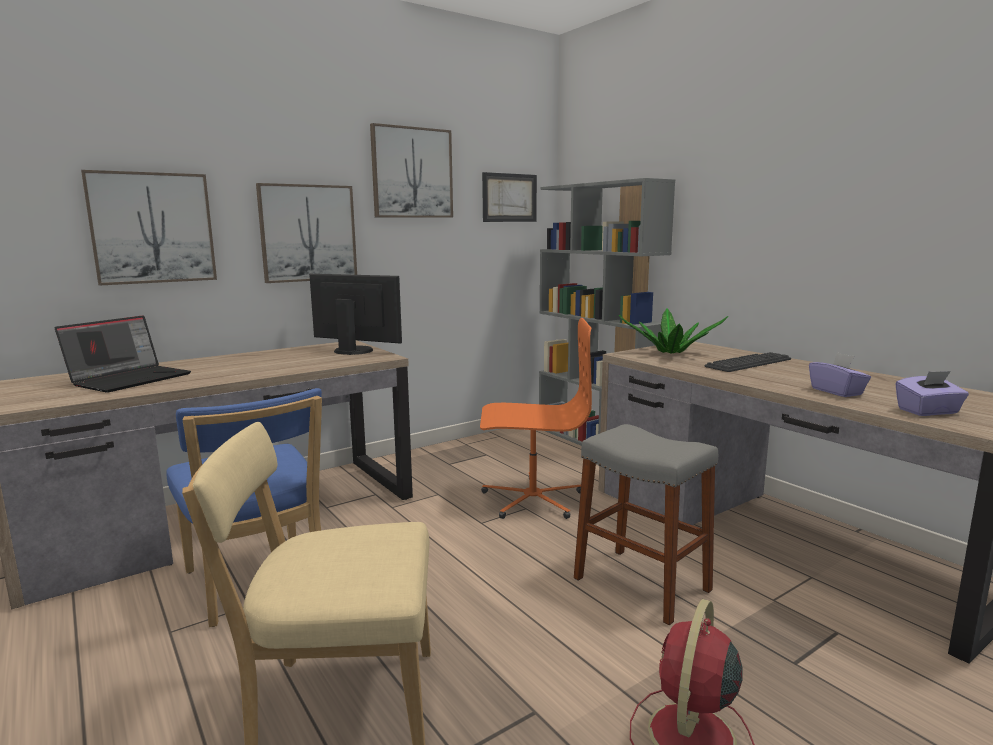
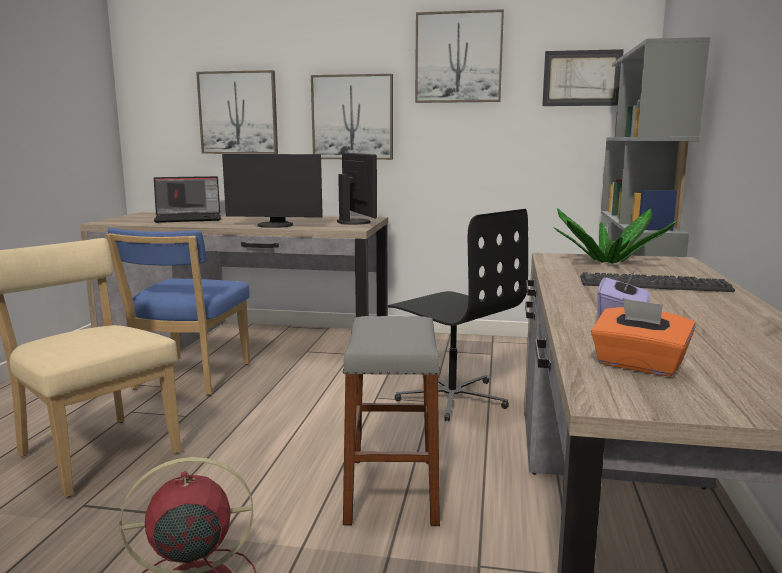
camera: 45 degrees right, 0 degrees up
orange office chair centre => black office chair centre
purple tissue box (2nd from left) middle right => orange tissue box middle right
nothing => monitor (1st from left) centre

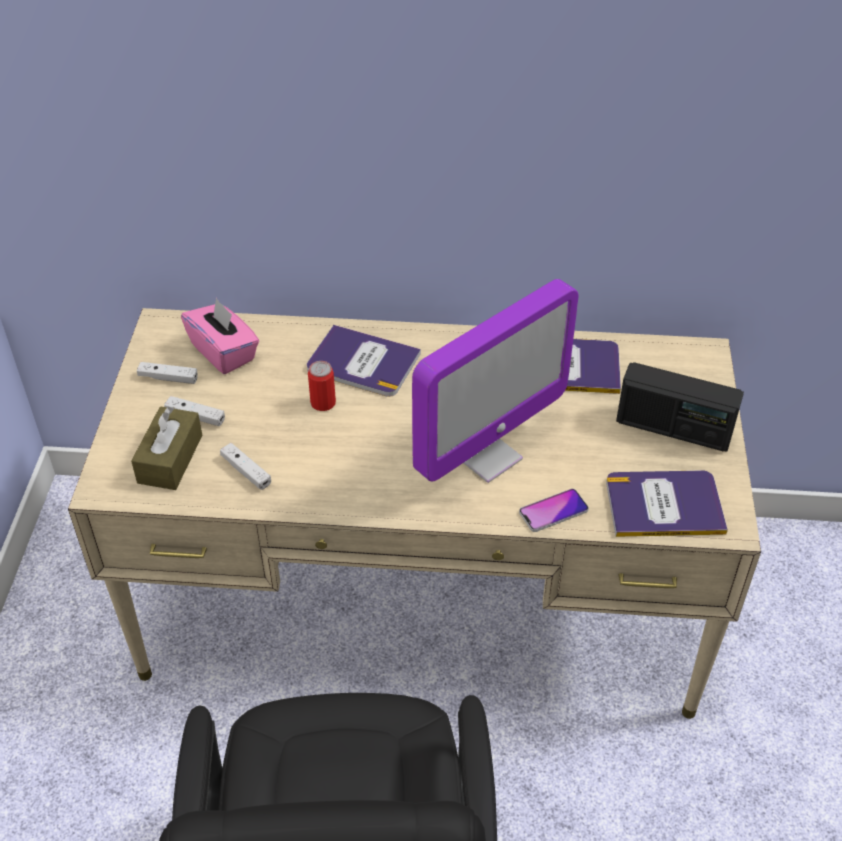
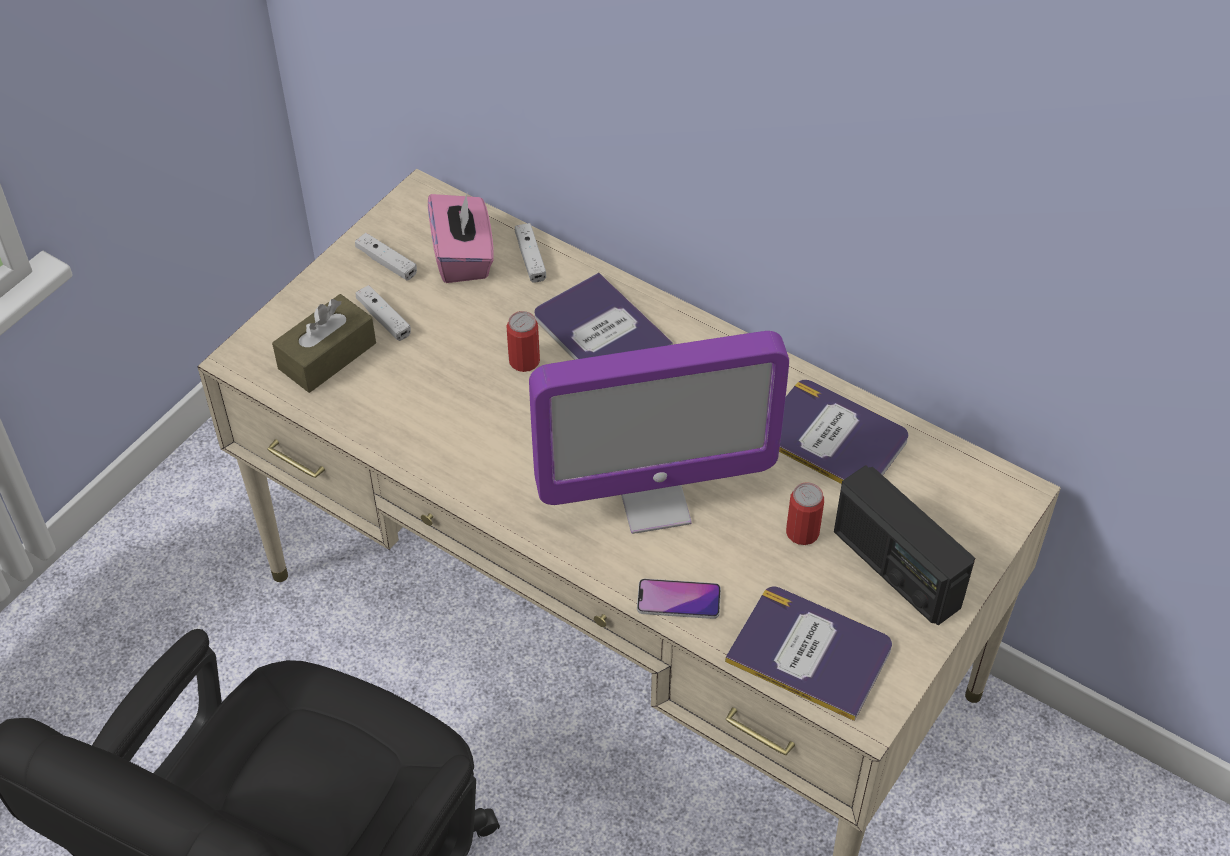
camera: 30 degrees right, 5 degrees up
white game controller (3rd from left) middle left => white game controller (3rd from left) top centre, moved
nothing => can (2nd from left) centre

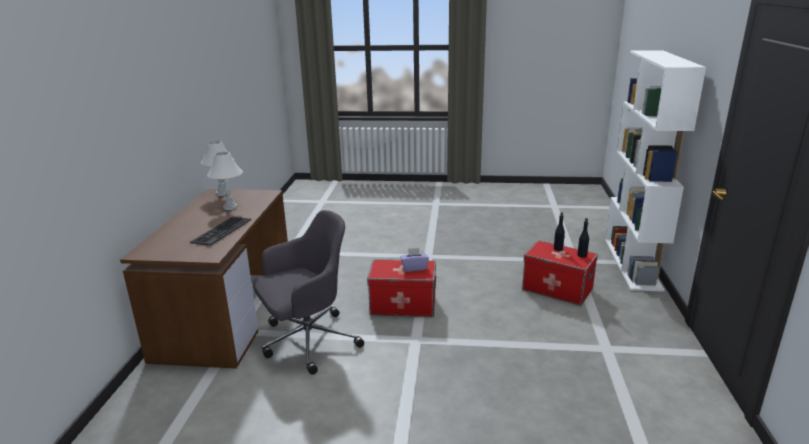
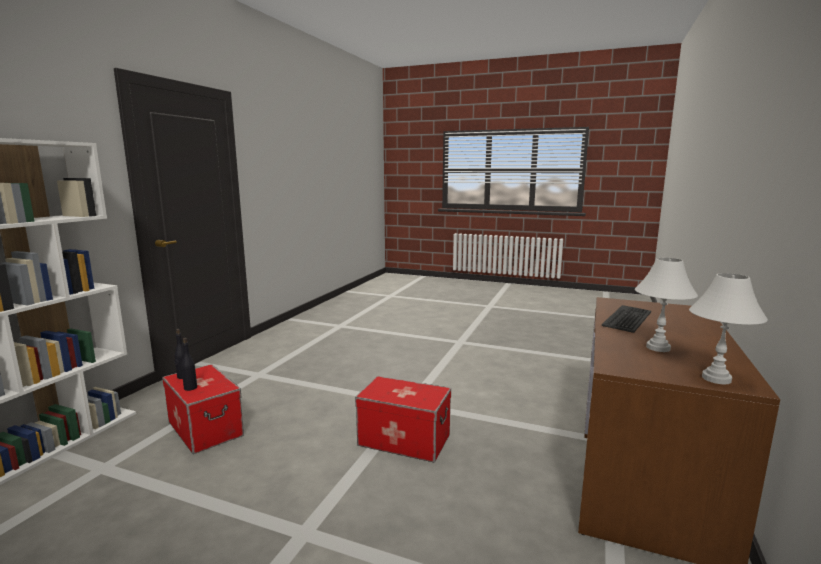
camera: 165 degrees left, 10 degrees down
grey office chair centre => nothing
purple tissue box centre => nothing

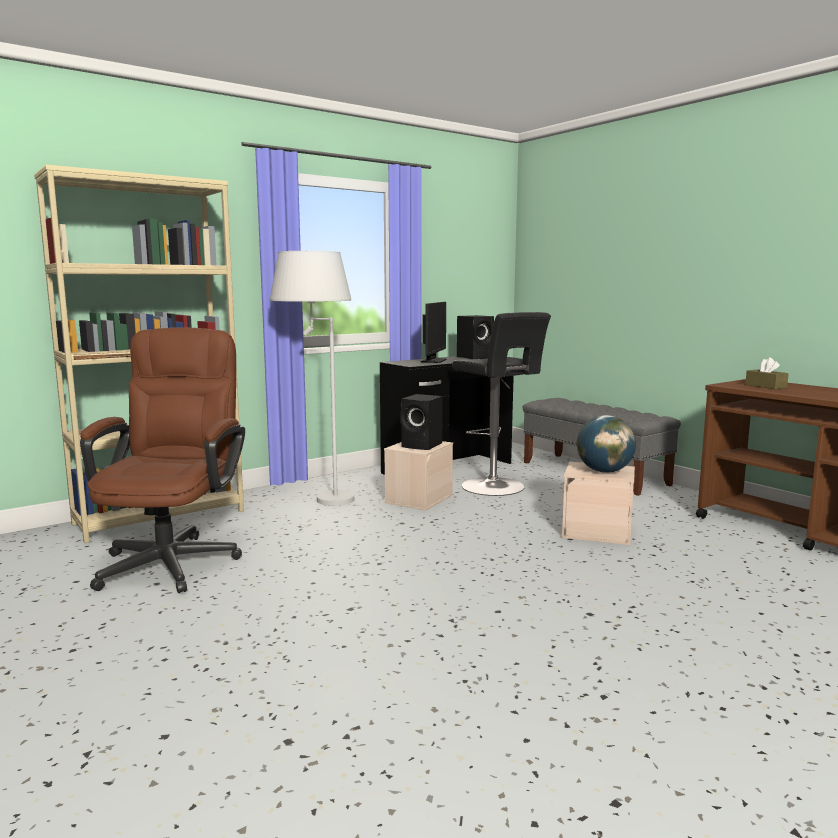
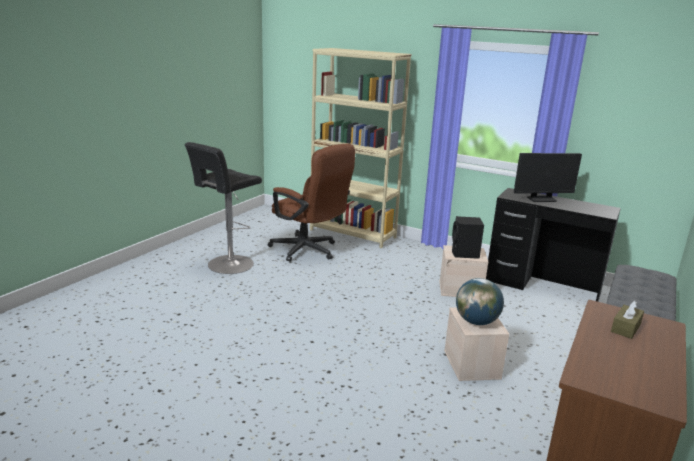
camera: 65 degrees right, 10 degrees up
brown office chair middle left => brown office chair centre, 60 degrees clockwise
white floor lamp centre => nothing
black stool centre => black stool middle left, moved
black speaker (2nd from left) centre => nothing

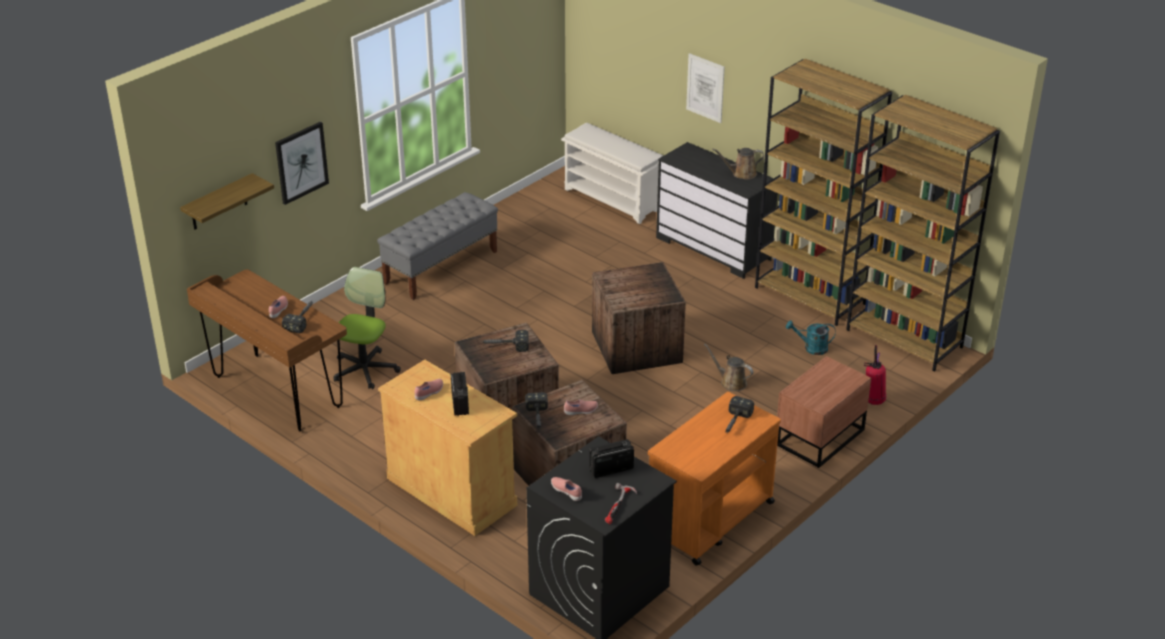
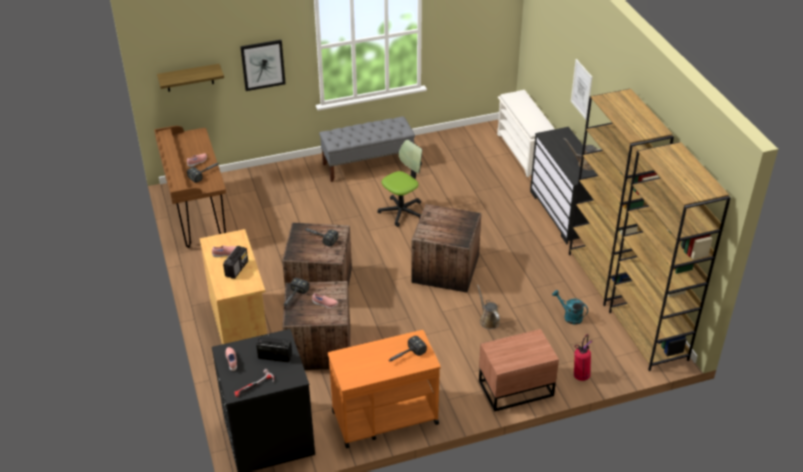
camera: 30 degrees right, 5 degrees up
office chair middle left => office chair centre, moved

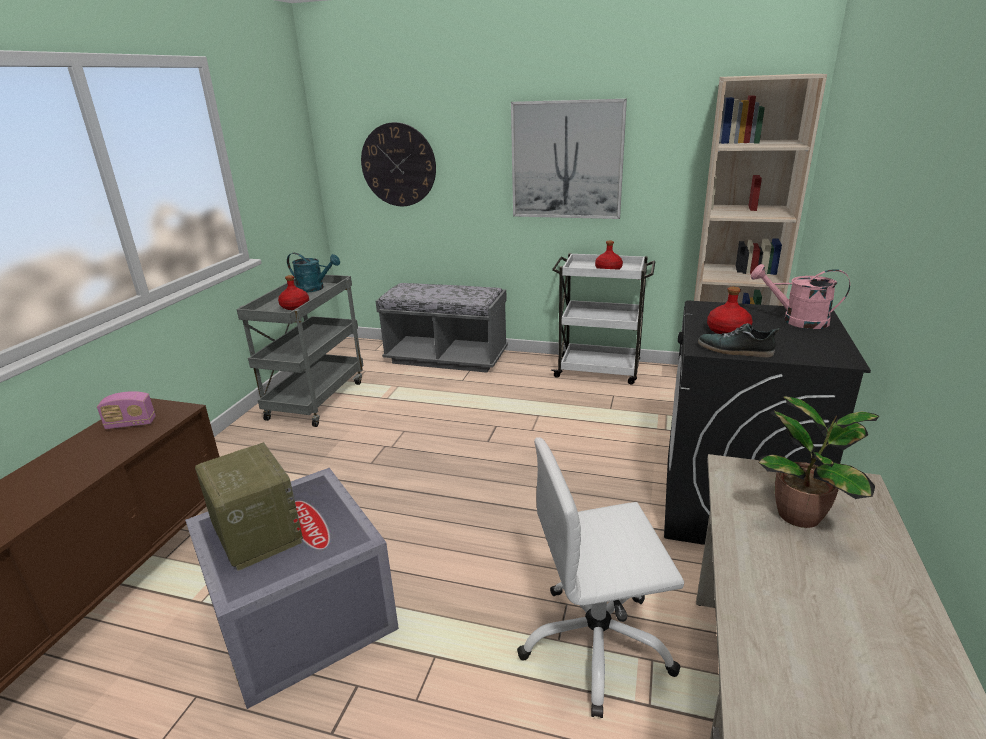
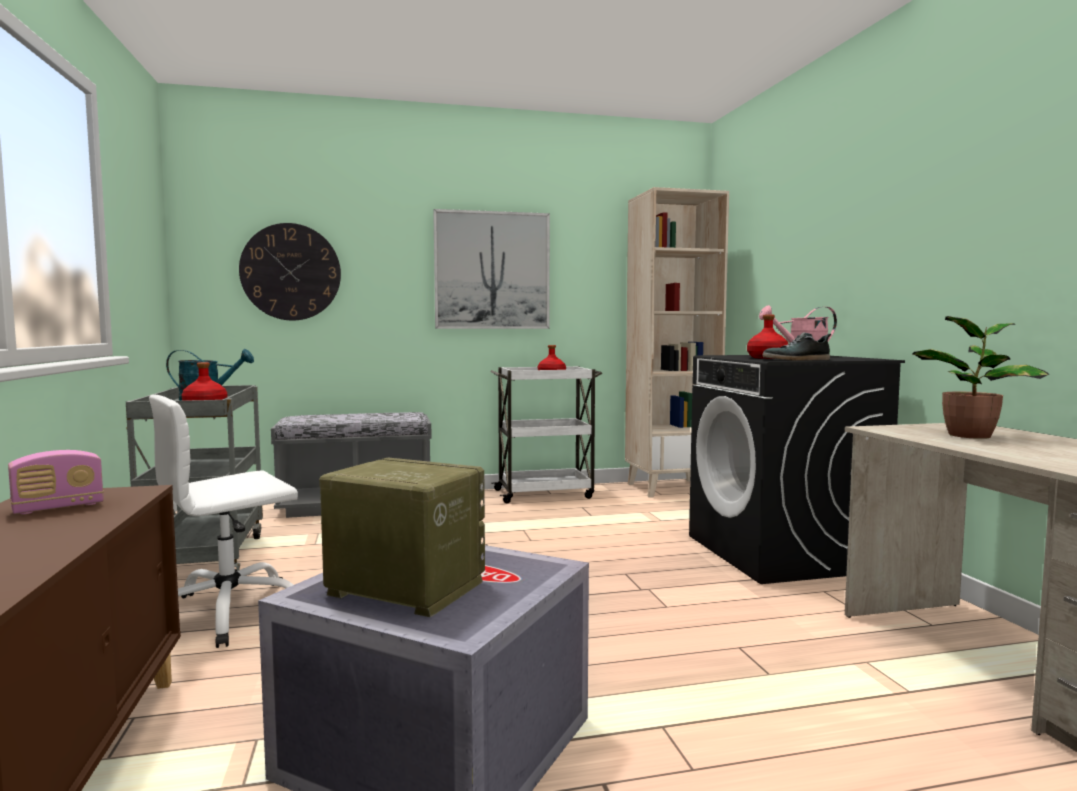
camera: 30 degrees left, 20 degrees down
white office chair bottom centre => white office chair middle left, moved

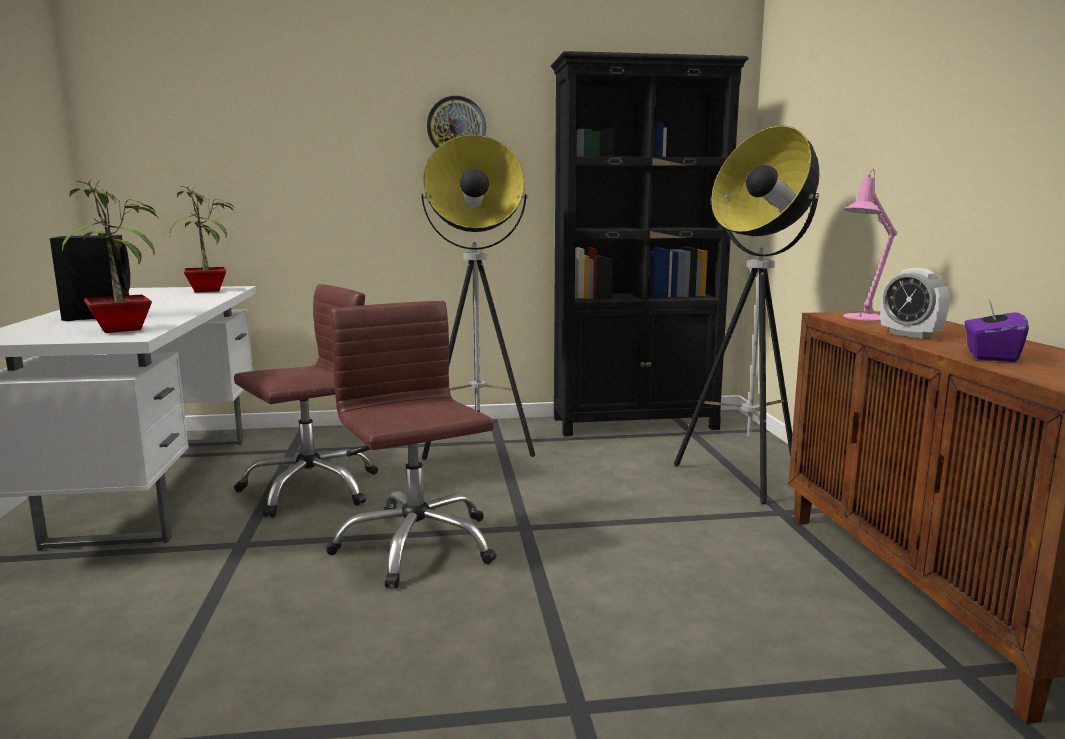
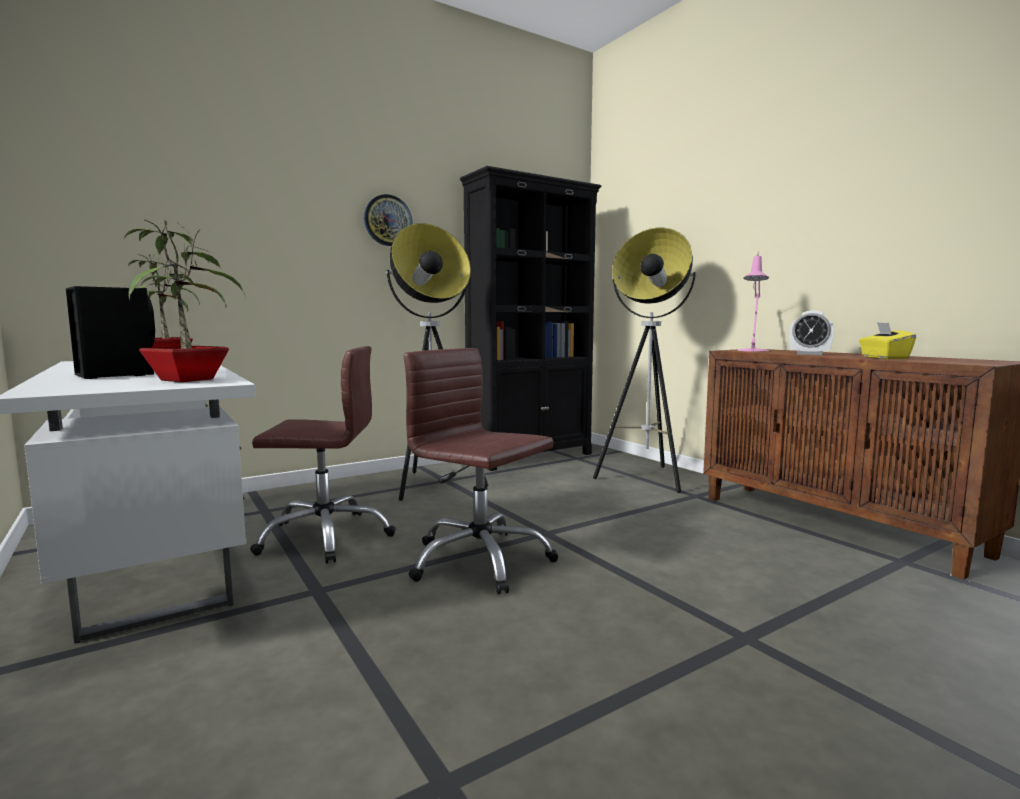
camera: 25 degrees left, 5 degrees down
brown office chair (1st from left) middle left, 60 degrees clockwise
purple tissue box middle right => yellow tissue box middle right

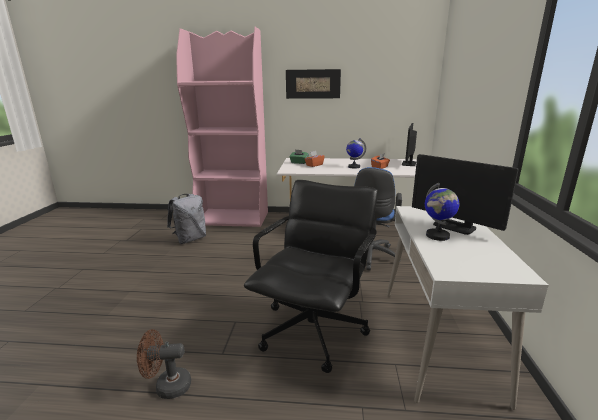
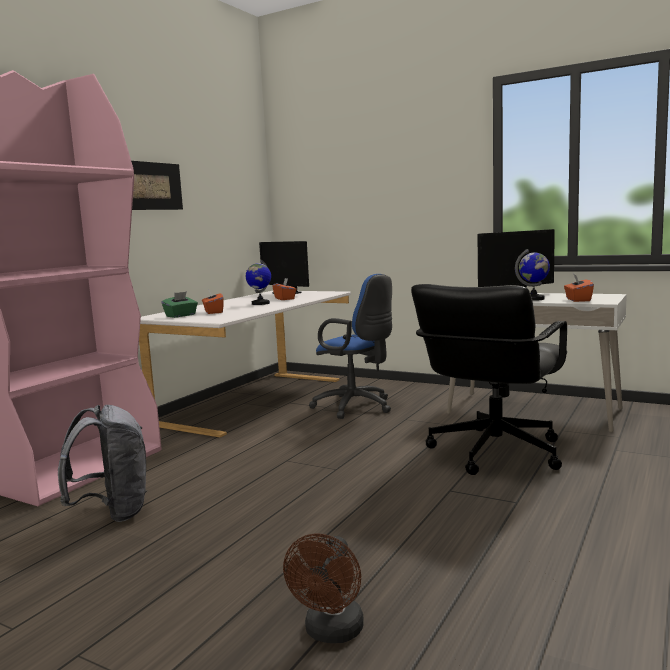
camera: 65 degrees left, 10 degrees down
brown fan bottom left => brown fan bottom centre, moved
black office chair centre => black office chair middle right, 105 degrees counterclockwise
nothing => orange tissue box (3rd from left) middle right

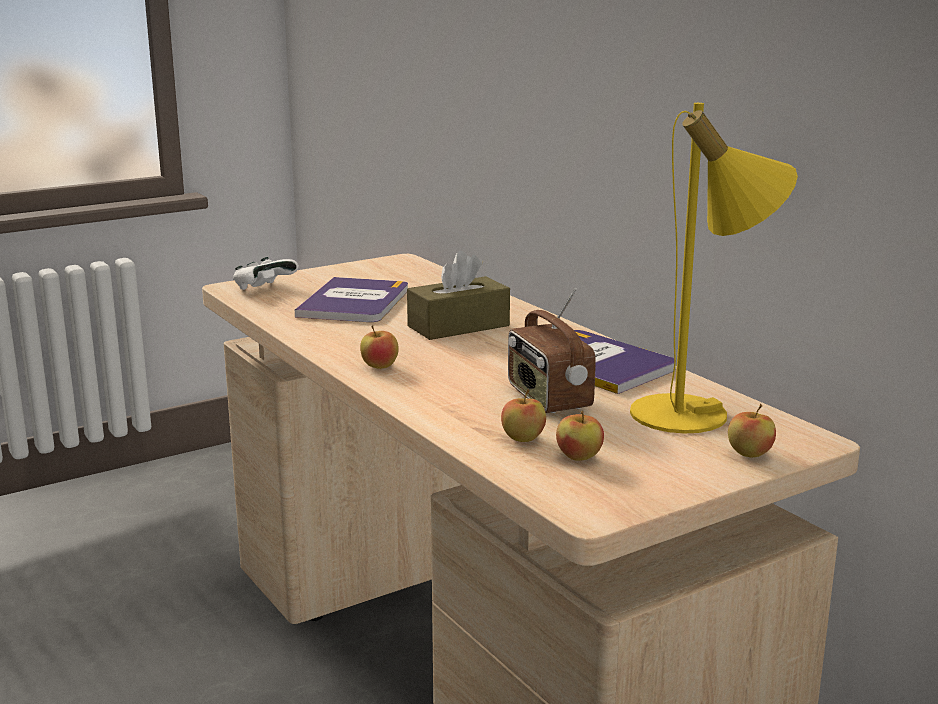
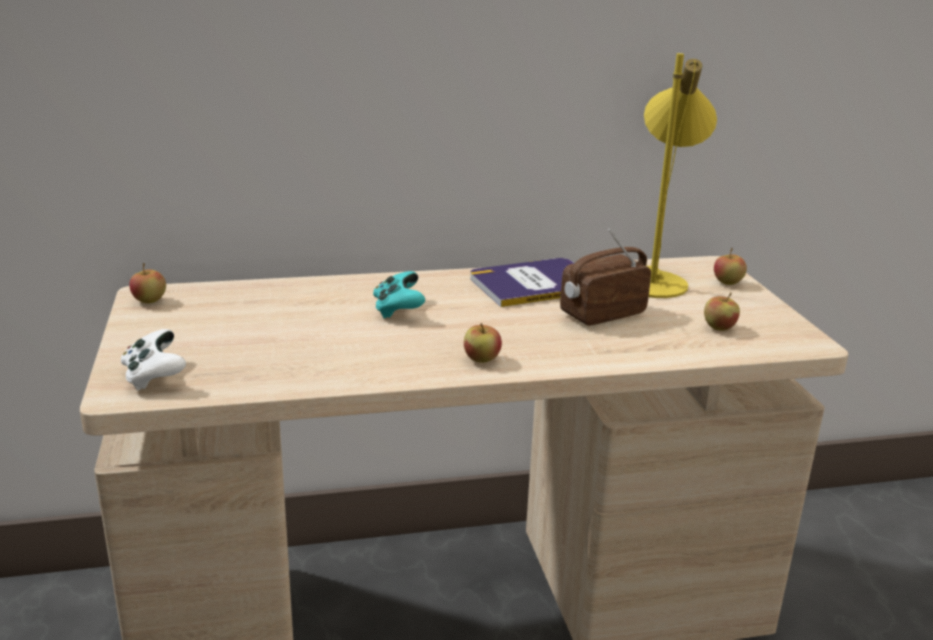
camera: 70 degrees left, 5 degrees up
book (1st from left) centre => nothing
brown tissue box centre => turquoise game controller centre
apple (2nd from left in the first image) centre => apple (1st from left) middle left, moved
radio centre, 150 degrees clockwise

